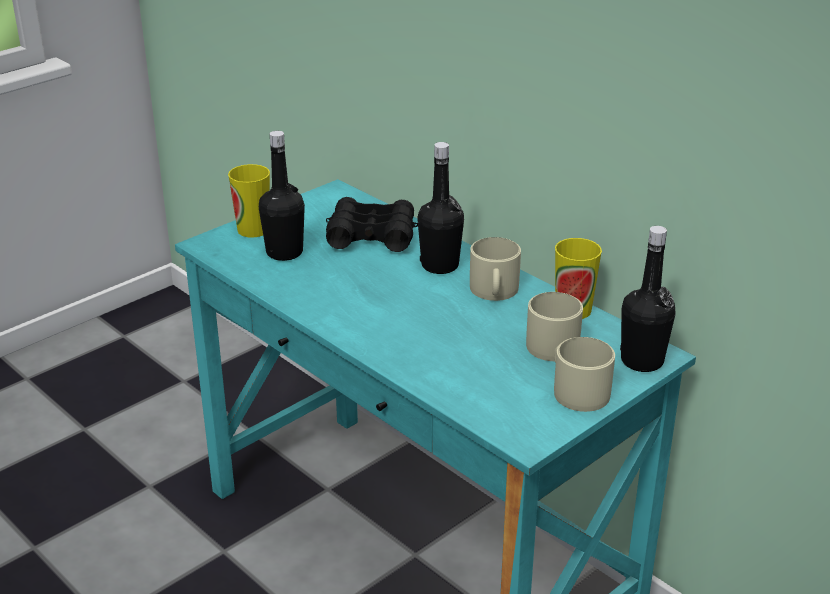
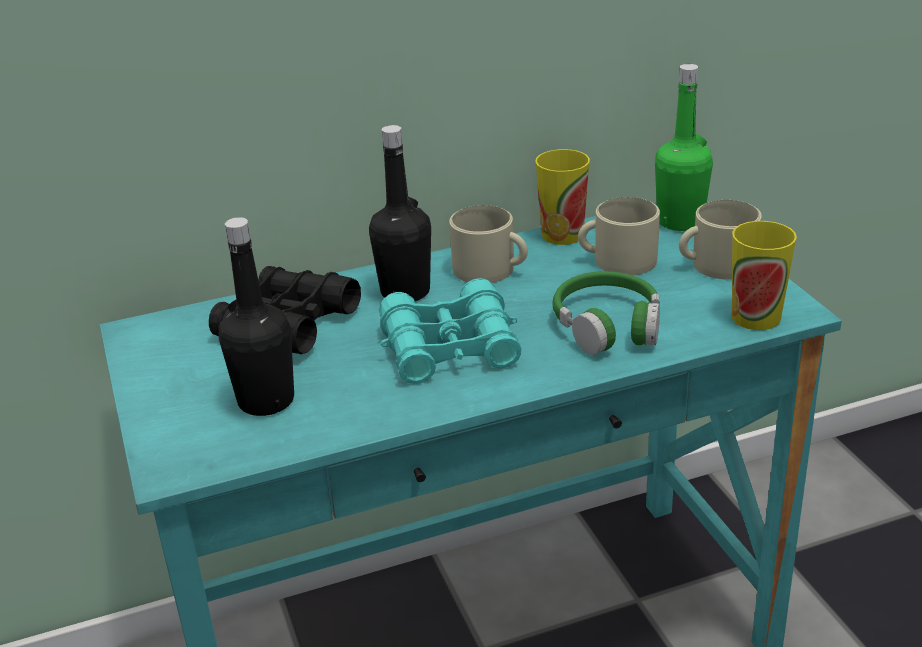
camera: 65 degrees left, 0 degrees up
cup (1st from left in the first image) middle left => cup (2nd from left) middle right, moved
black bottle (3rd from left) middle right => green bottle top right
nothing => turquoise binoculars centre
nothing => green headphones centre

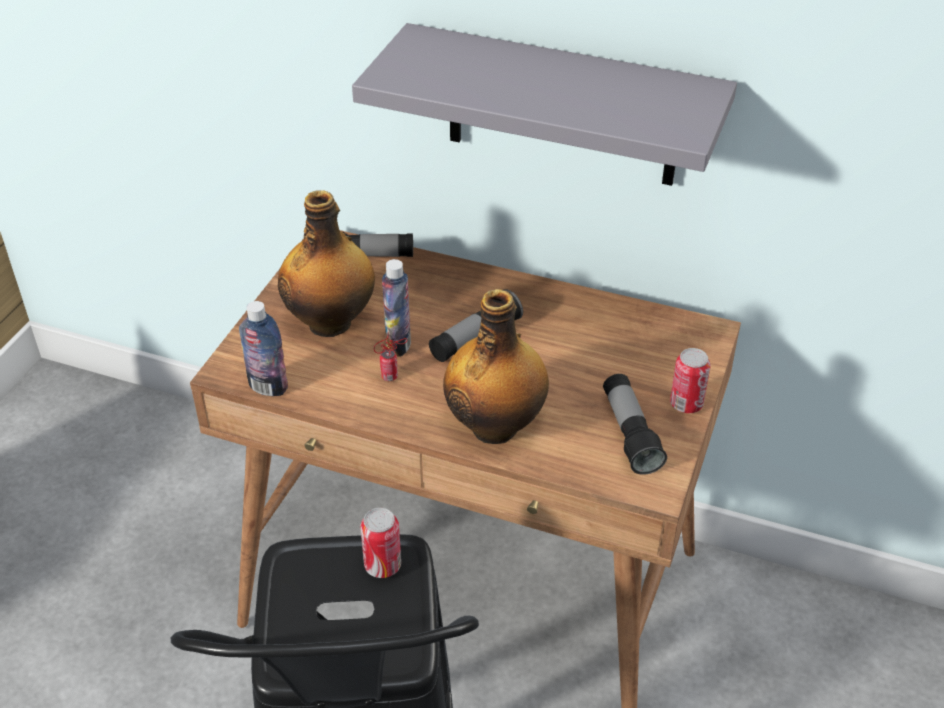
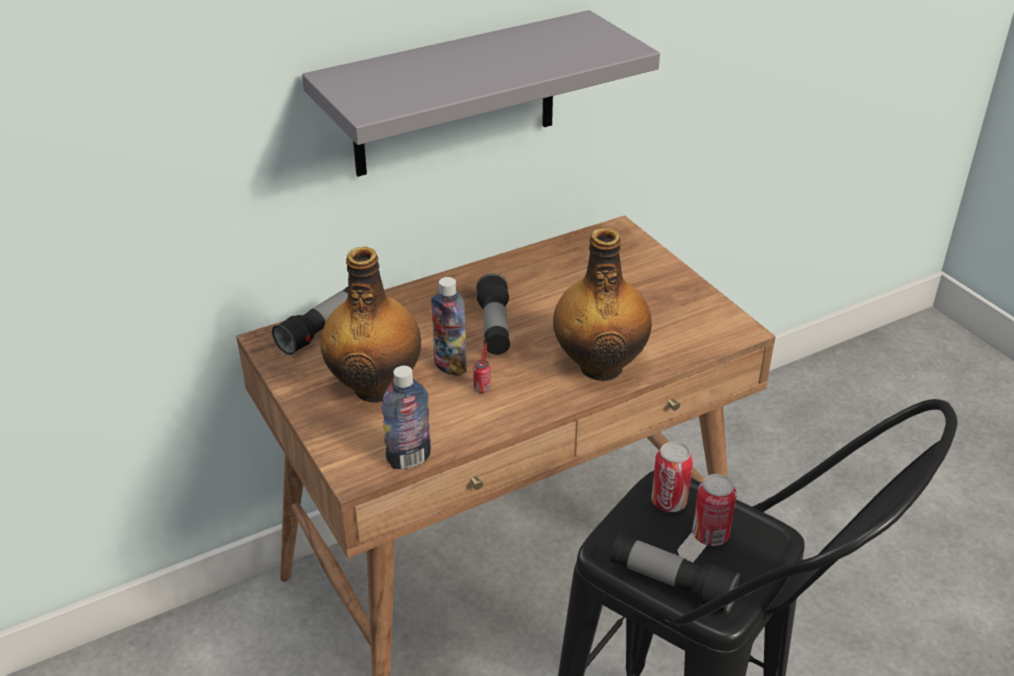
camera: 50 degrees left, 5 degrees down
flashlight (3rd from left) middle right => flashlight (3rd from left) bottom right, moved
can (3rd from left) middle right => can (3rd from left) bottom right, moved

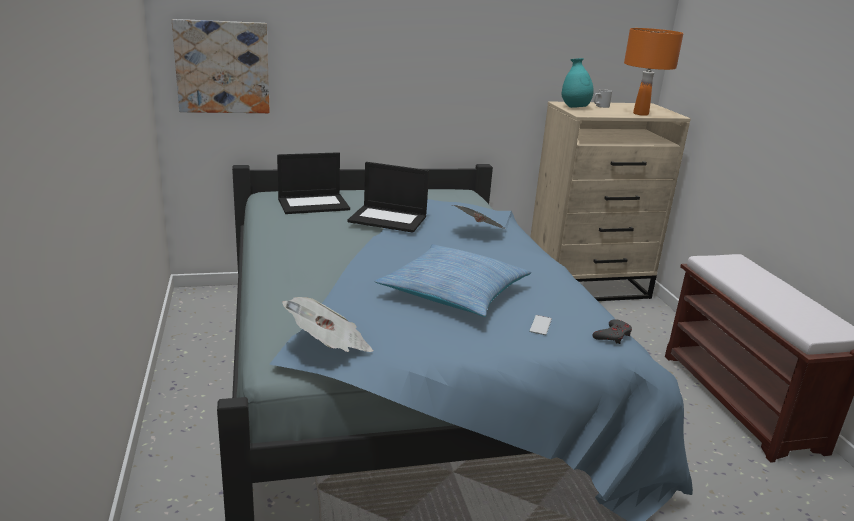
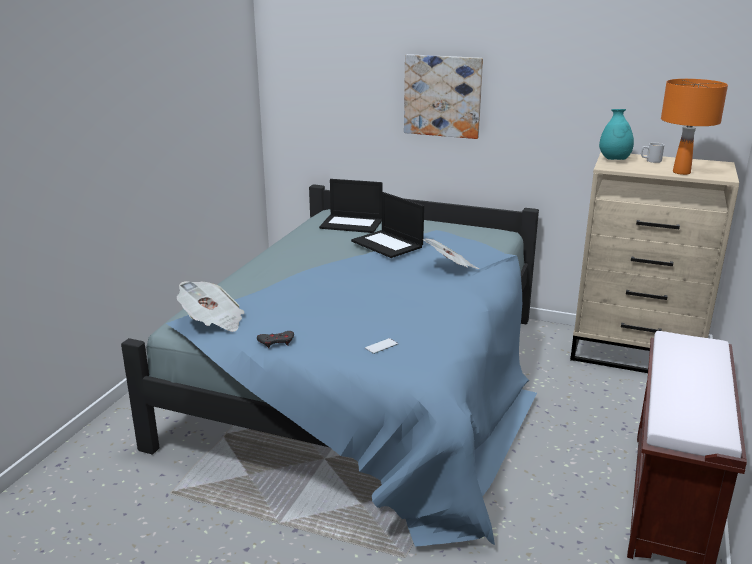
camera: 35 degrees right, 0 degrees up
picture top left => picture top centre, moved
pillow centre => nothing
grey game controller middle right => grey game controller centre, moved

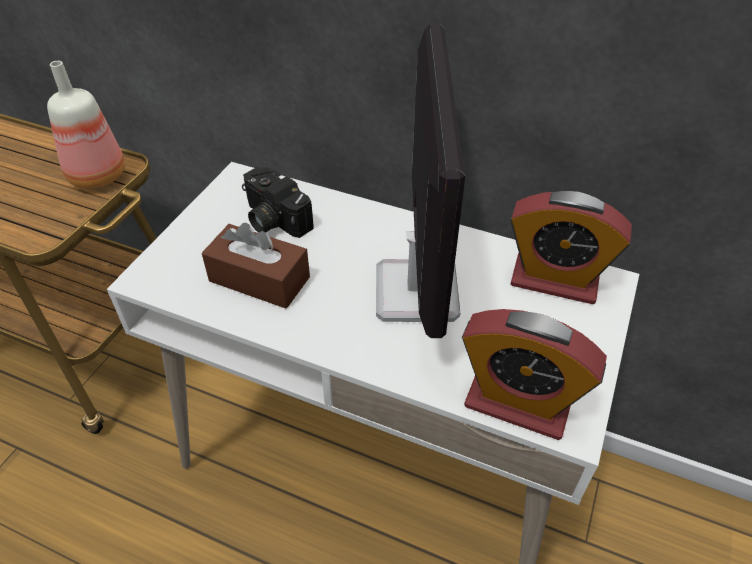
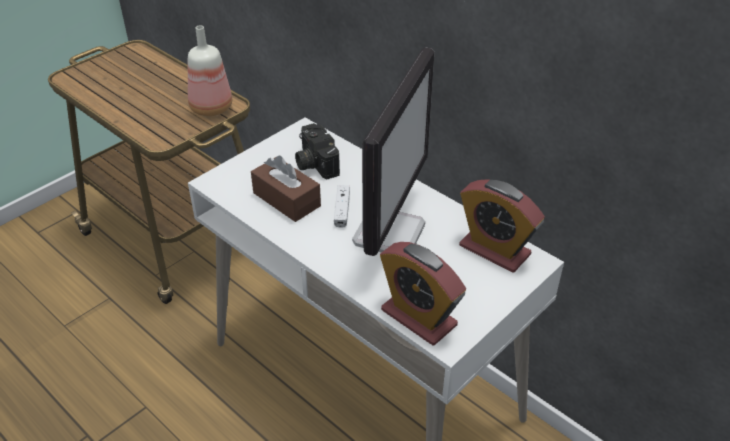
camera: 20 degrees right, 5 degrees down
nothing => white game controller centre

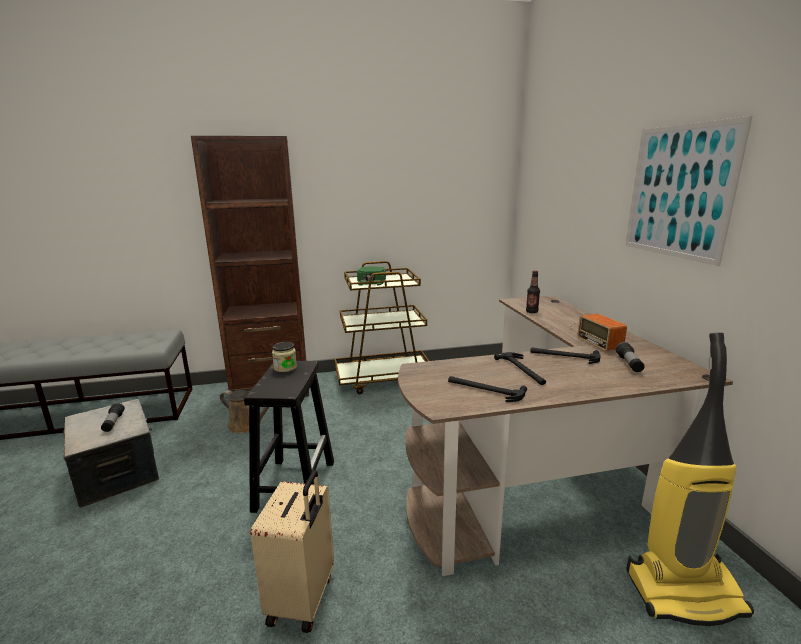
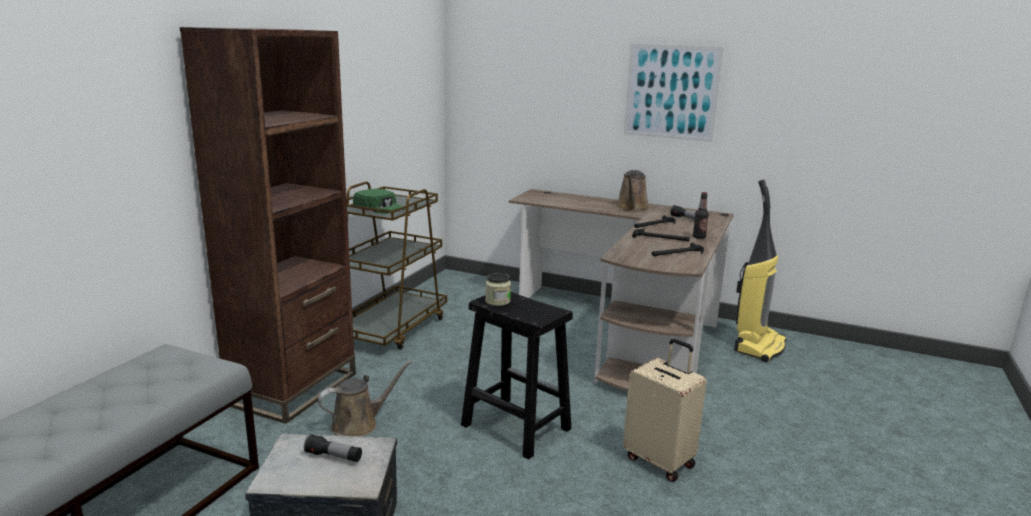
camera: 55 degrees left, 0 degrees up
bottle centre => bottle middle right, moved
radio middle right => brown watering can (2nd from left) centre

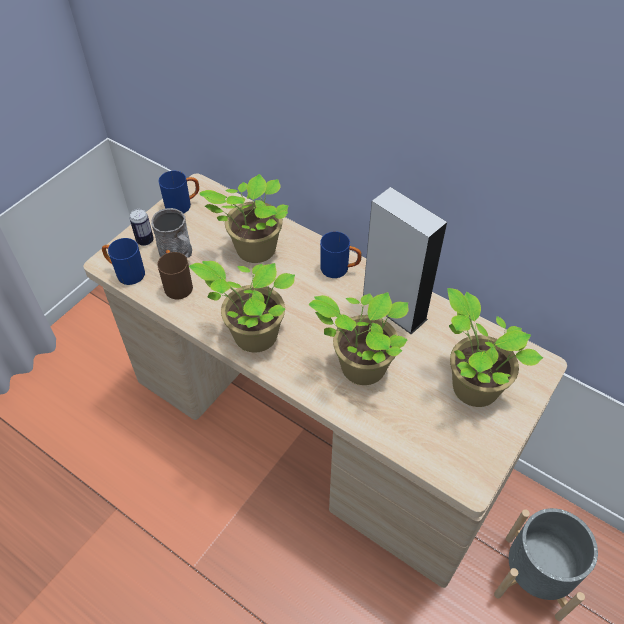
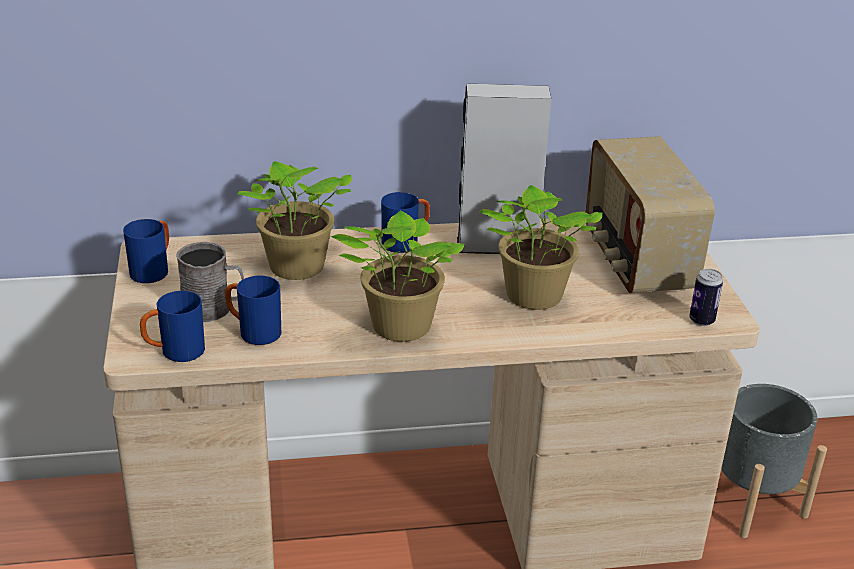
camera: 45 degrees left, 20 degrees down
can middle left => can middle right, moved
brown mug middle left => blue mug (3rd from left) middle left
potted plant (4th from left) middle right => radio middle right

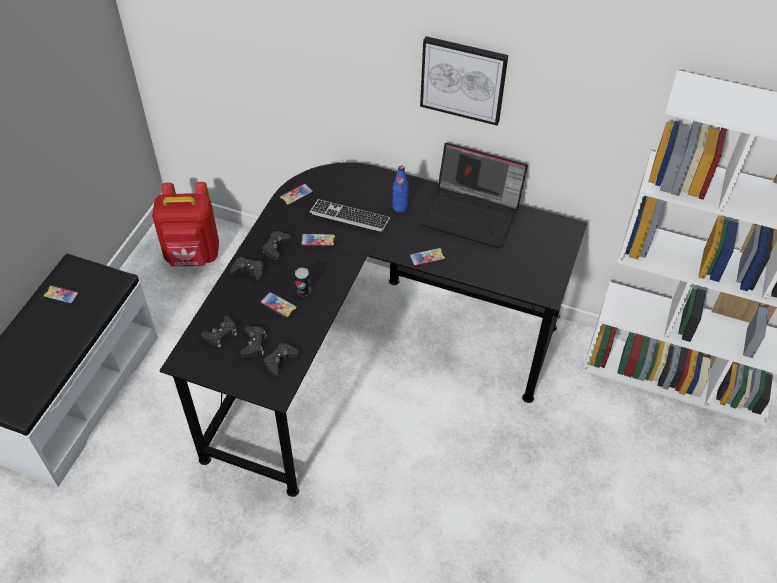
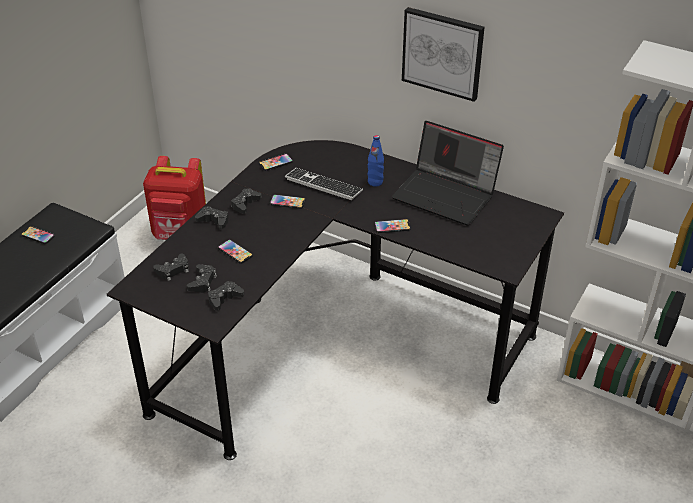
camera: 10 degrees right, 10 degrees down
can centre => nothing

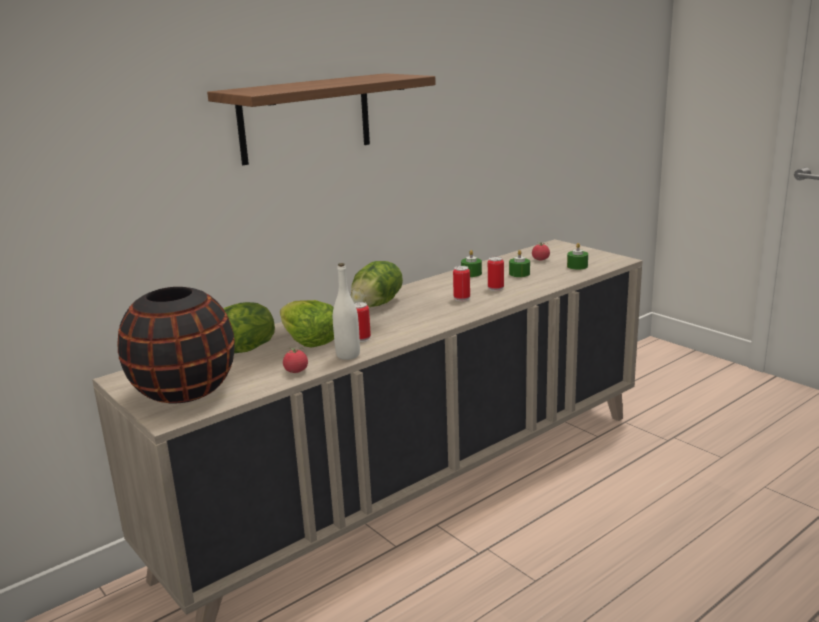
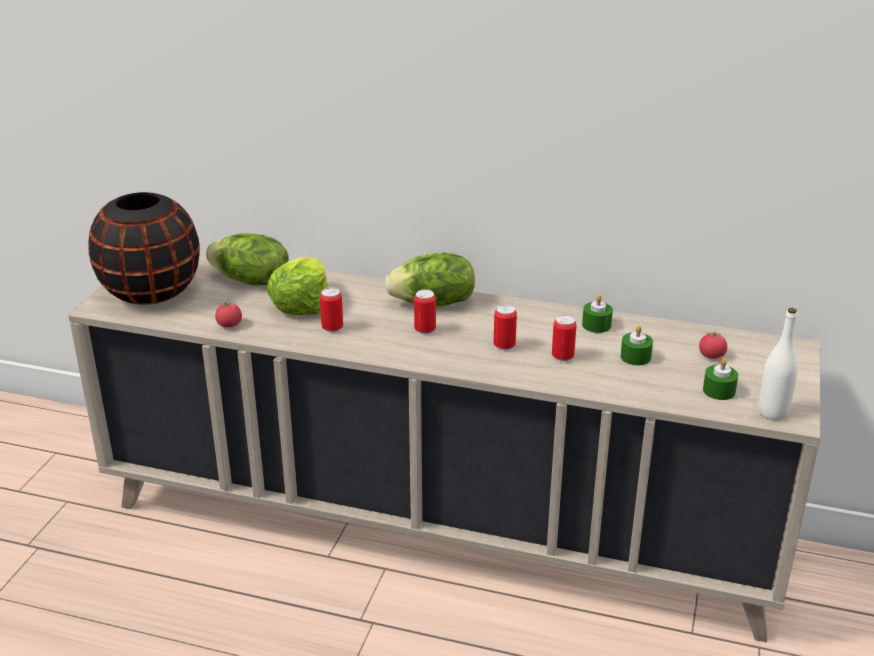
camera: 55 degrees right, 10 degrees up
shelf top centre => nothing
white bottle centre => white bottle middle right, moved
nothing => can (2nd from left) centre

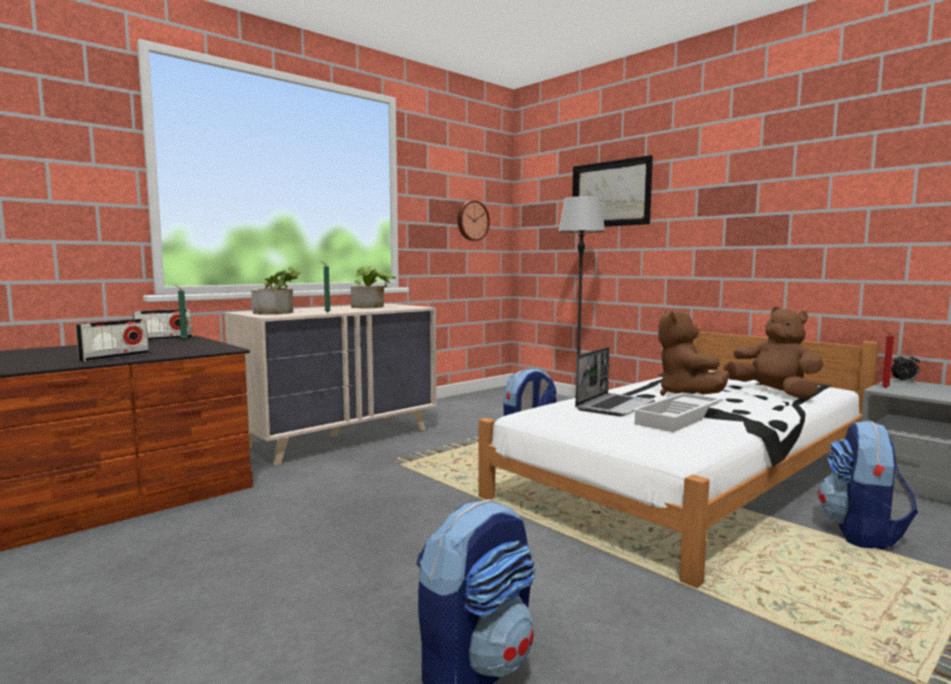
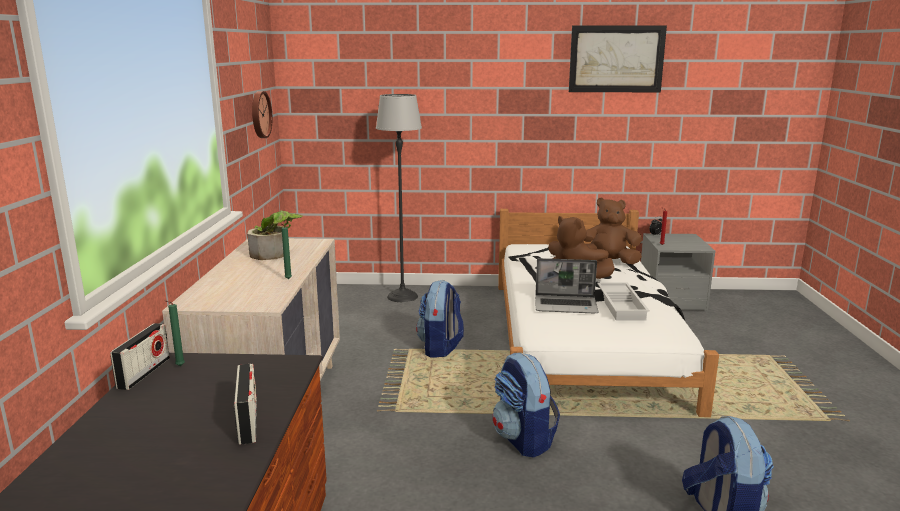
camera: 45 degrees left, 10 degrees up
potted plant (1st from left) middle left => nothing
picture top centre => picture top right, moved
laptop centre, 105 degrees clockwise
backpack (3rd from left in the first image) bottom right => backpack (2nd from left) bottom centre, moved

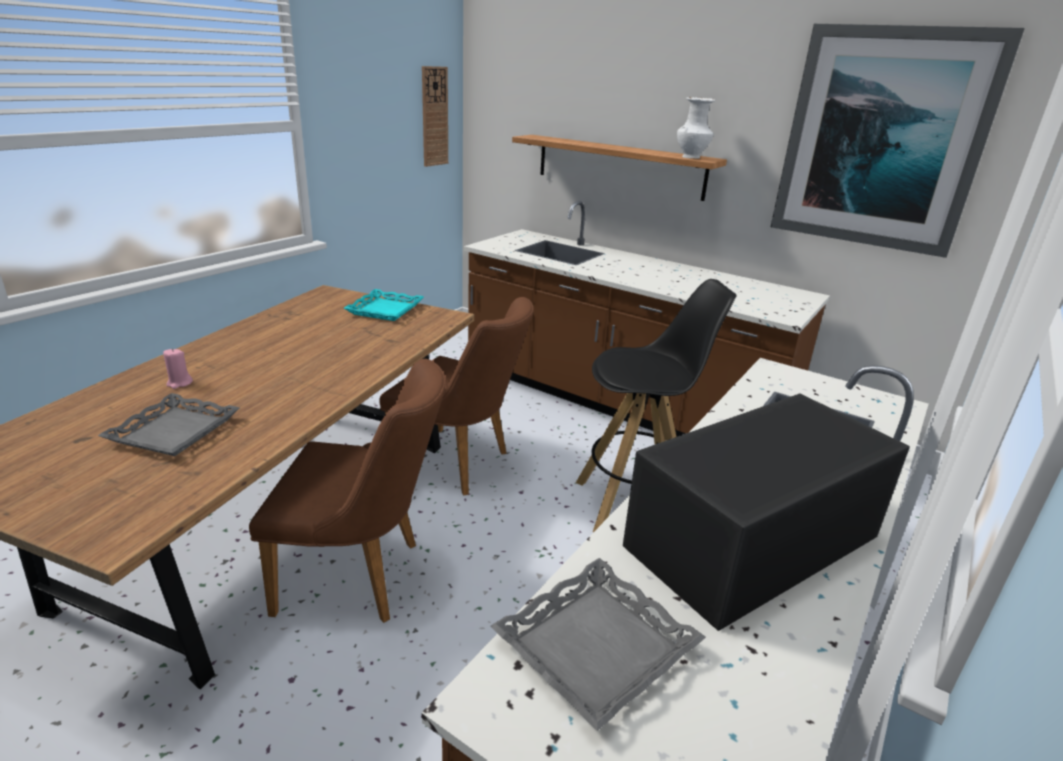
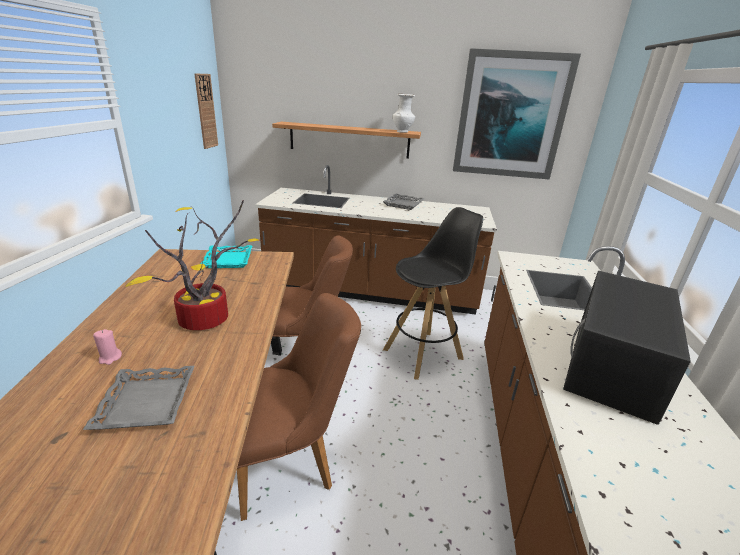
camera: 25 degrees left, 0 degrees up
grey tray (2nd from left) bottom centre => grey tray (2nd from left) centre, moved
nothing => potted plant middle left

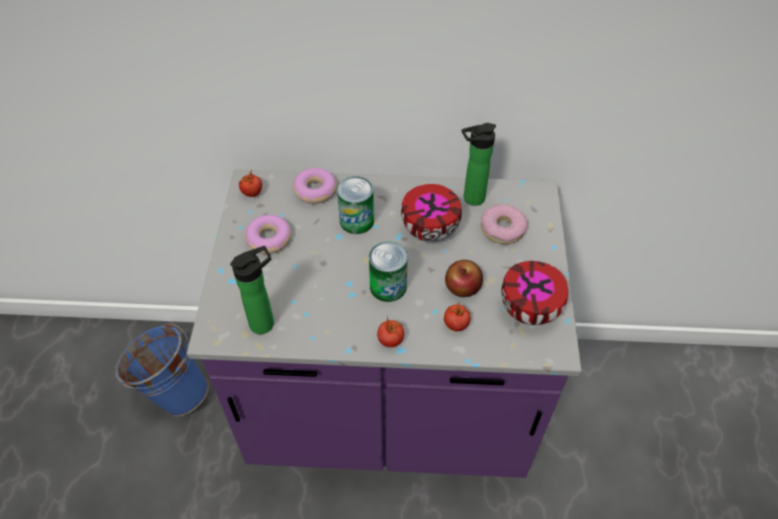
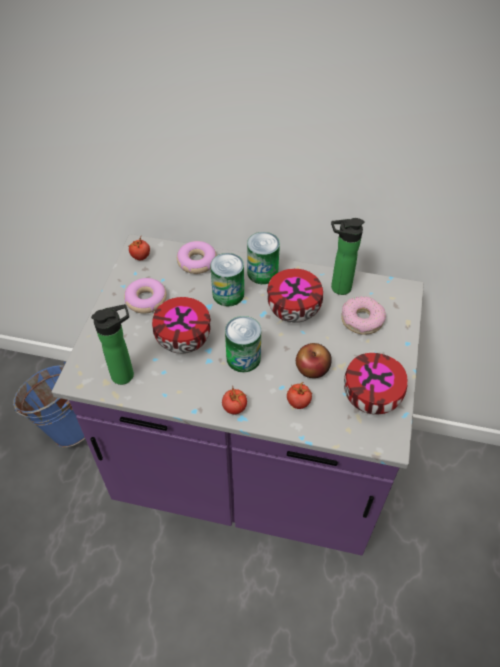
camera: 10 degrees right, 0 degrees up
nothing => bowl (1st from left) centre
nothing => can (3rd from left) centre

